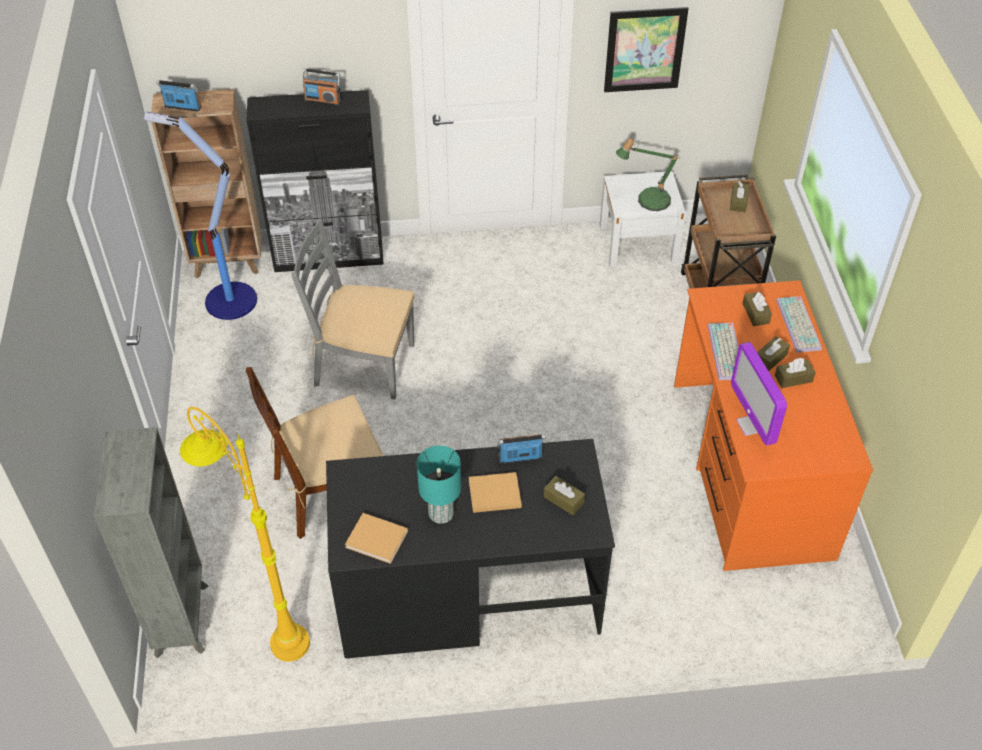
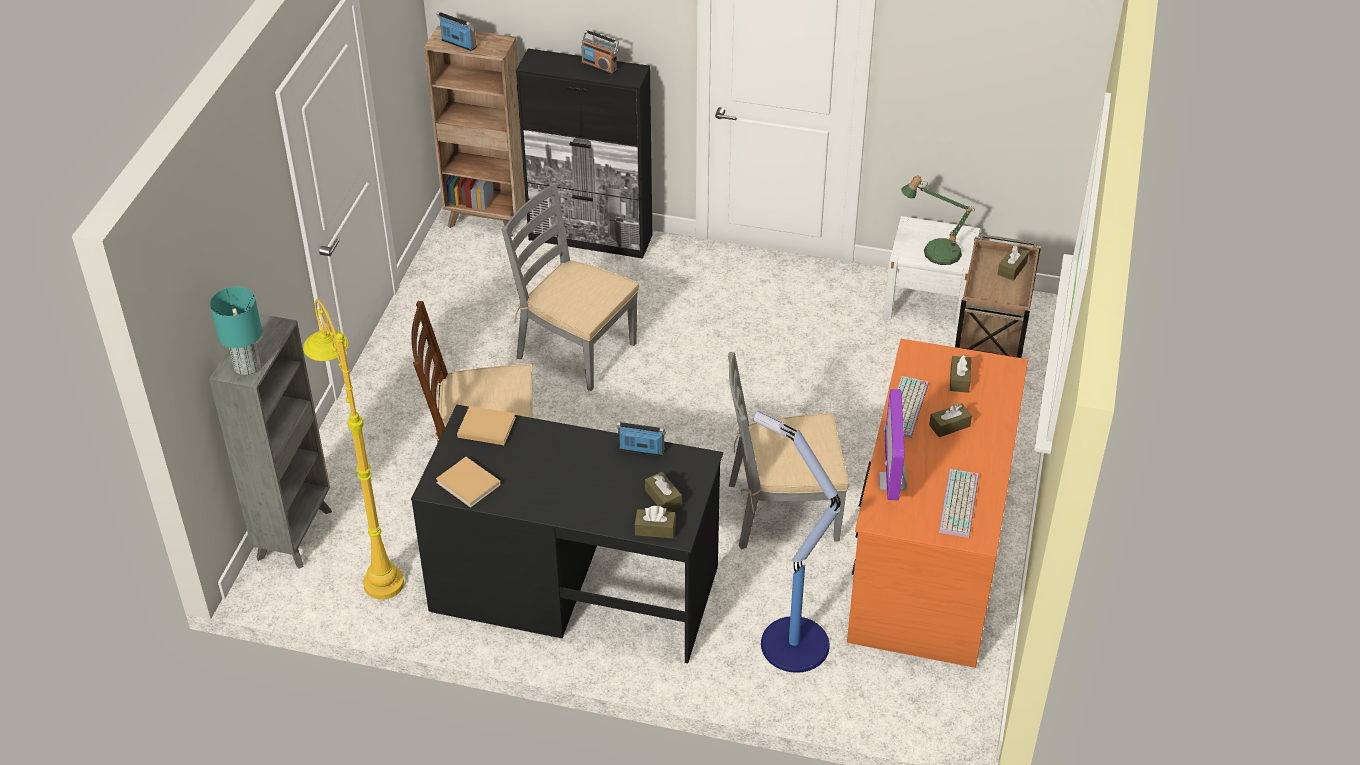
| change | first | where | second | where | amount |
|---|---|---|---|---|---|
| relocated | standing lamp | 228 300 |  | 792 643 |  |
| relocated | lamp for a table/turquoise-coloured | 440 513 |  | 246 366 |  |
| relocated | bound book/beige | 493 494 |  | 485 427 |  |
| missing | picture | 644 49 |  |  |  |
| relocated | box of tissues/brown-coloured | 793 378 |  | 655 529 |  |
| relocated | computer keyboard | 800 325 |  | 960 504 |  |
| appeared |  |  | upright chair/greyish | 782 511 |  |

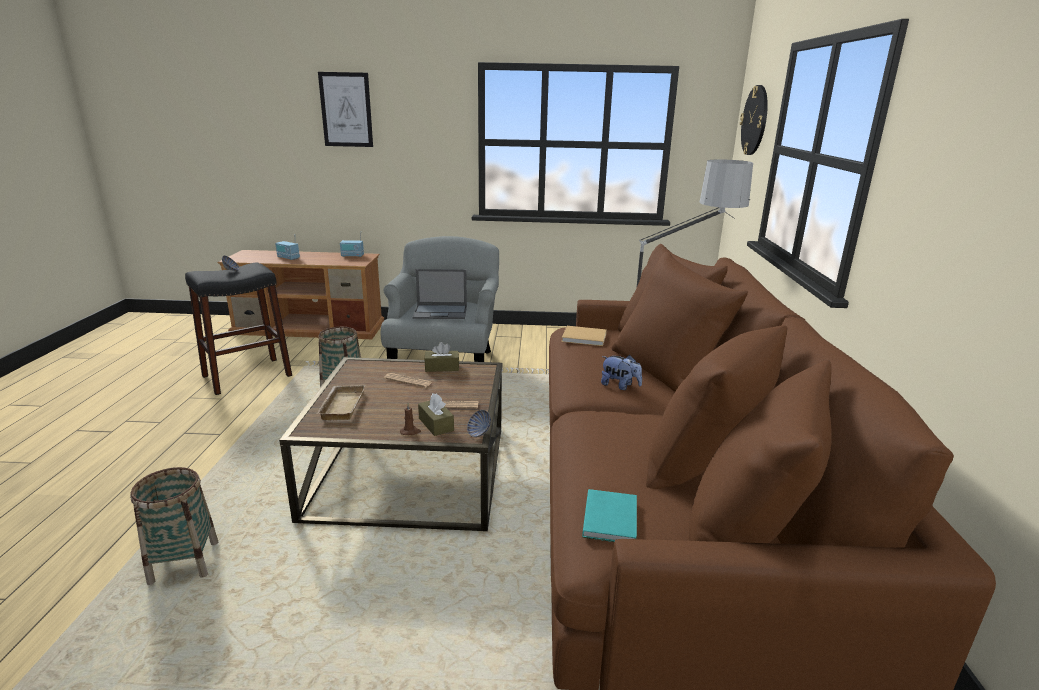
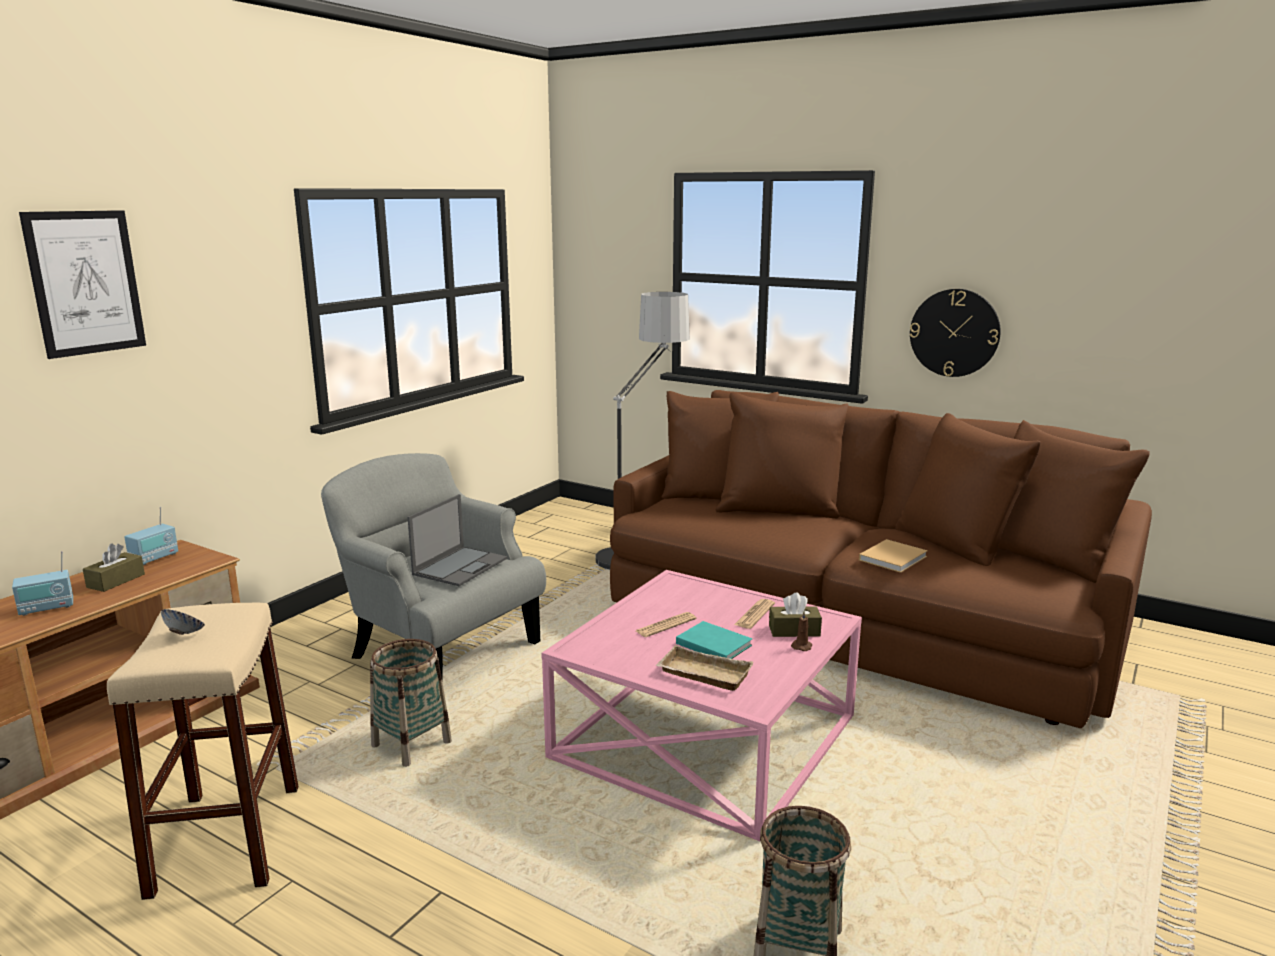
| change | first | where | second | where | amount |
|---|---|---|---|---|---|
| colour | stool/black | 247 375 | stool/beige | 227 838 |  |
| colour | coffee table/brown-coloured | 411 472 | coffee table/pinkish | 706 736 |  |
| relocated | box of tissues/brown-coloured | 442 367 |  | 116 581 |  |
| missing | deep dish | 479 433 |  |  |  |
| relocated | bound book/beige | 585 338 |  | 894 558 |  |
| relocated | bound book/turquoise-coloured | 611 517 |  | 713 643 |  |
| missing | plush toy | 620 386 |  |  |  |
| relocated | hanging clock | 755 120 |  | 954 333 |  |

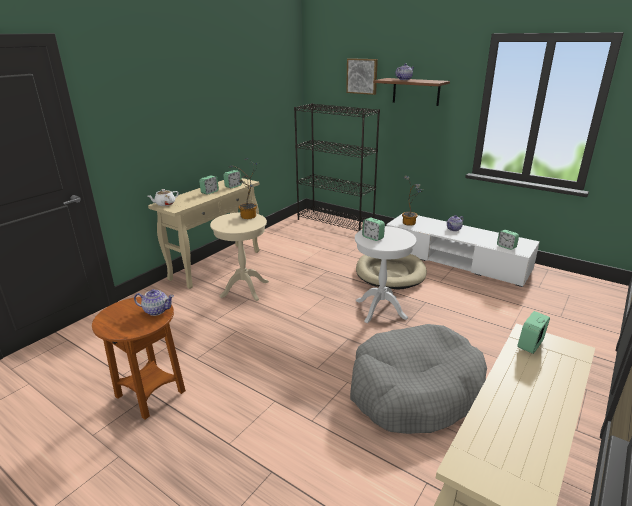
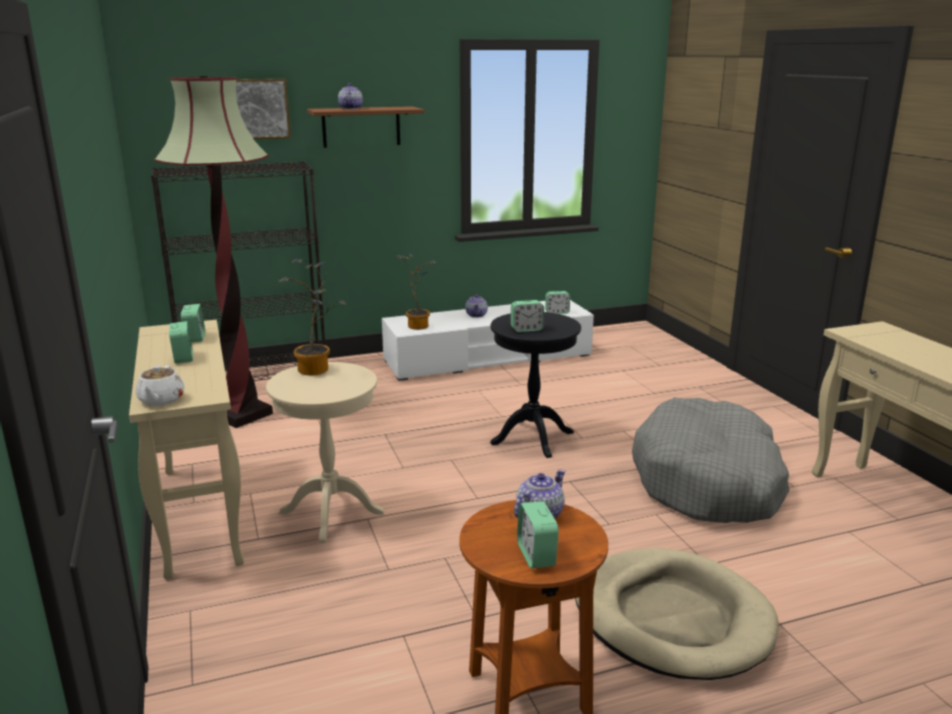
| change | first | where | second | where | amount |
|---|---|---|---|---|---|
| colour | side table/white-coloured | 380 309 | side table/black | 532 438 |  |
| relocated | pet bed/beige | 390 273 |  | 672 618 |  |
| relocated | table clock | 530 345 |  | 536 555 |  |
| appeared |  |  | standing lamp | 242 414 |  |

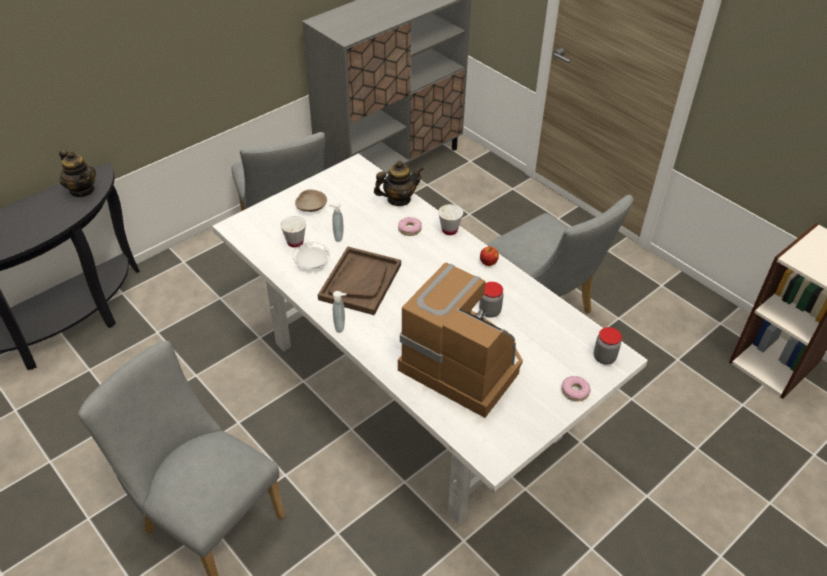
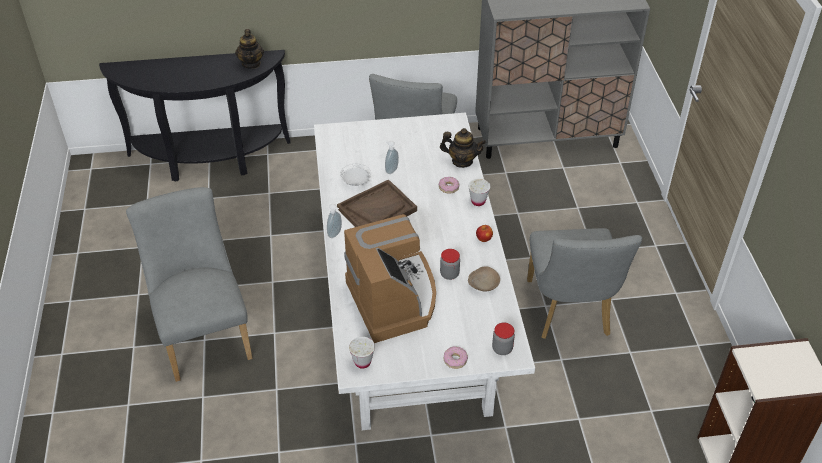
| change | first | where | second | where | amount |
|---|---|---|---|---|---|
| relocated | small cup/white-coloured | 295 242 |  | 362 362 |  |
| relocated | deep dish/beige | 311 206 |  | 483 284 |  |

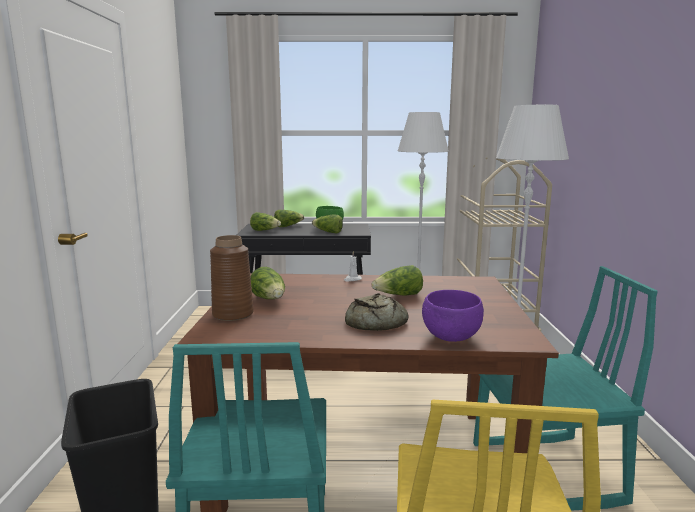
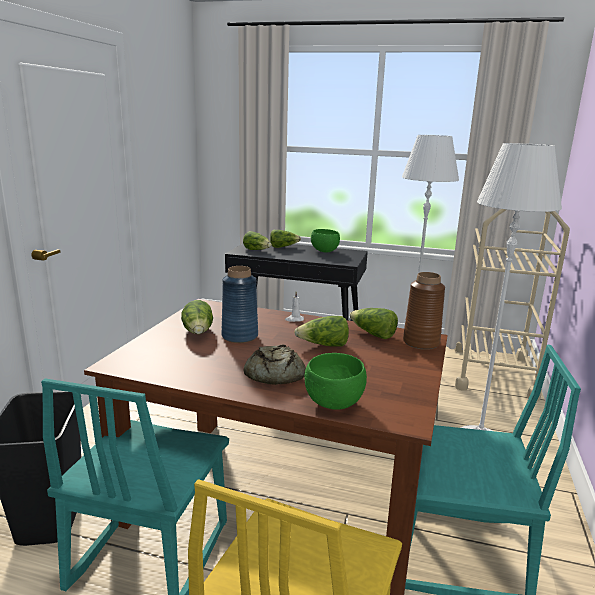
| change | first | where | second | where | amount |
|---|---|---|---|---|---|
| relocated | decorative vase/brown-coloured | 233 314 |  | 421 342 |  |
| relocated | lettuce head | 328 232 |  | 373 334 |  |
| colour | deep dish/purple | 450 337 | deep dish/green-coloured | 333 403 |  |
| appeared |  |  | decorative vase/blue | 240 336 |  |

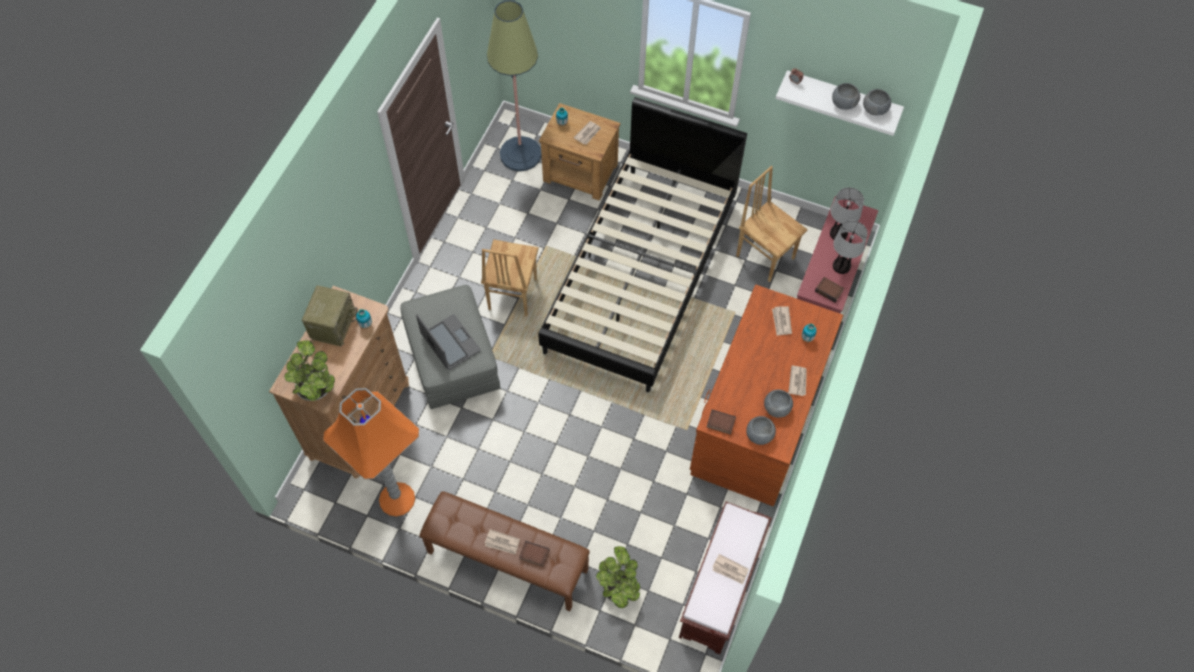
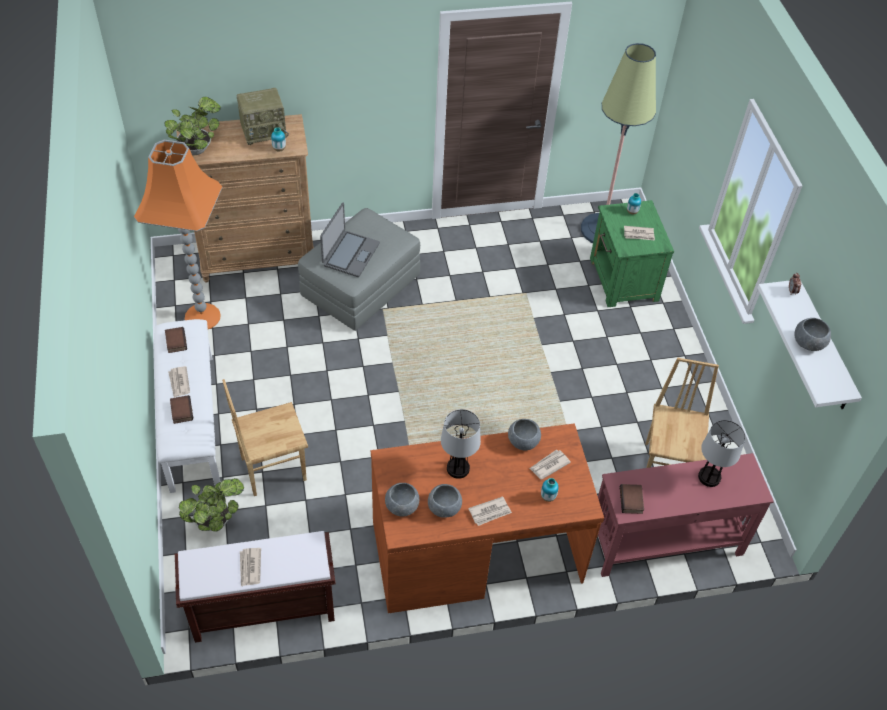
| change | first | where | second | where | amount |
|---|---|---|---|---|---|
| colour | long seat/brown-coloured | 507 561 | long seat/white-coloured | 191 421 |  |
| relocated | upright chair/brown-coloured | 511 294 |  | 272 468 |  |
| missing | bed/black | 640 275 |  |  |  |
| colour | nightstand/brown-coloured | 581 173 | nightstand/green-coloured | 623 280 |  |
| relocated | bound book | 720 423 |  | 175 341 |  |
| relocated | lamp for a table | 841 266 |  | 458 468 |  |
| relocated | deep dish/greyish | 875 109 |  | 523 441 |  |

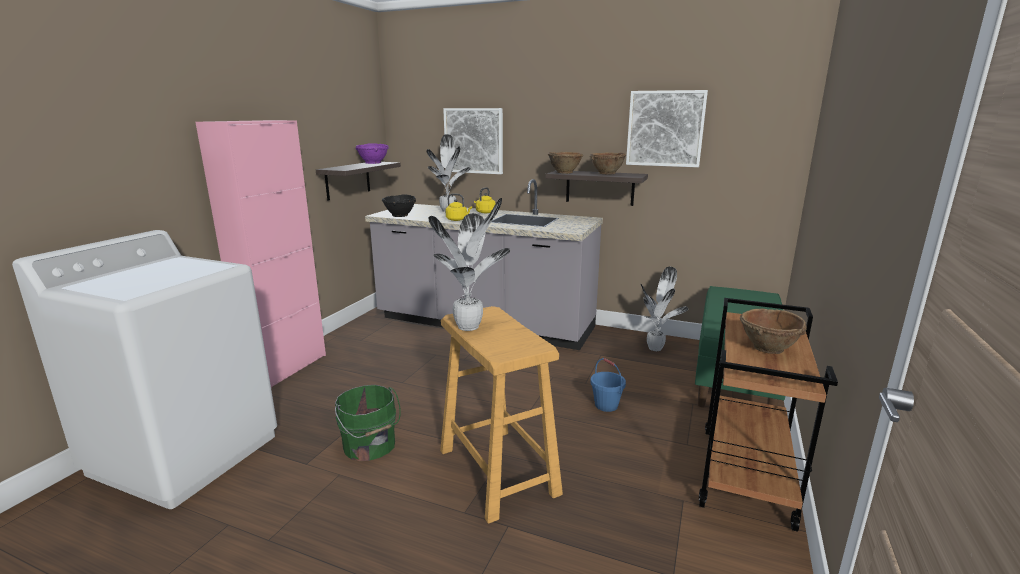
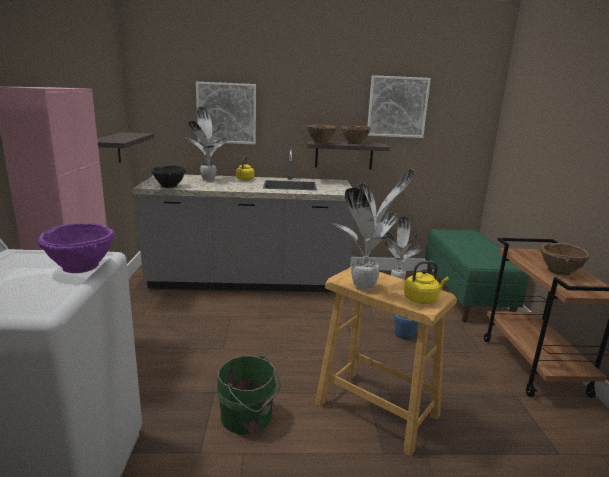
| change | first | where | second | where | amount |
|---|---|---|---|---|---|
| relocated | deep dish/purple | 373 163 |  | 82 267 |  |
| relocated | kettle/yellow | 457 220 |  | 422 299 |  |

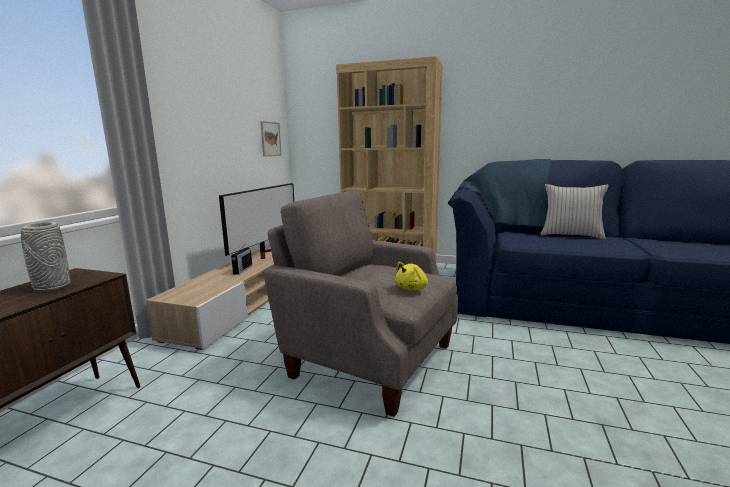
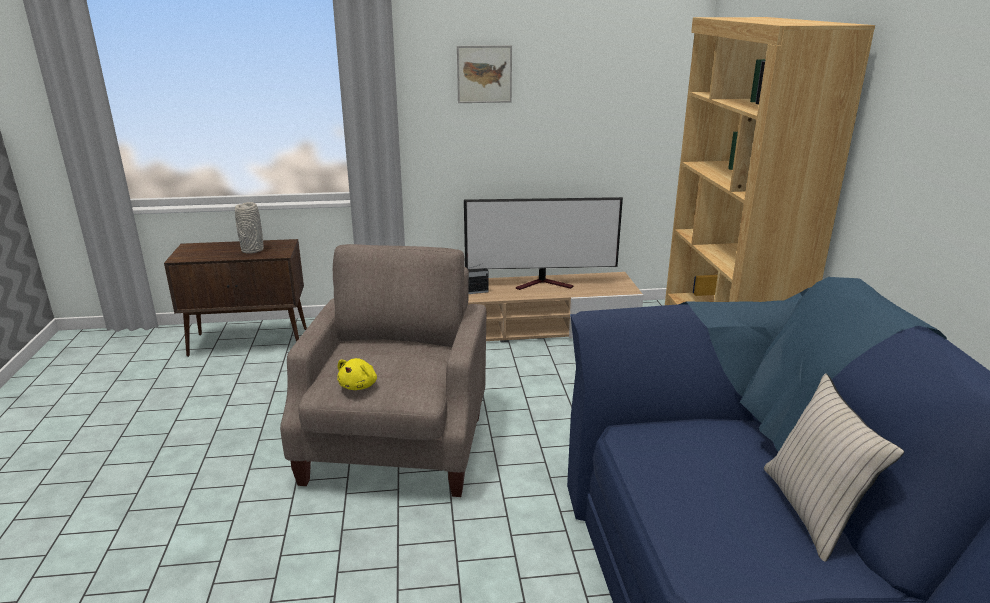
| change | first | where | second | where | amount |
|---|---|---|---|---|---|
| relocated | picture | 270 139 |  | 484 74 |  |
| spun | plush toy/yellow | 412 288 |  | 359 385 | 90 degrees counterclockwise |

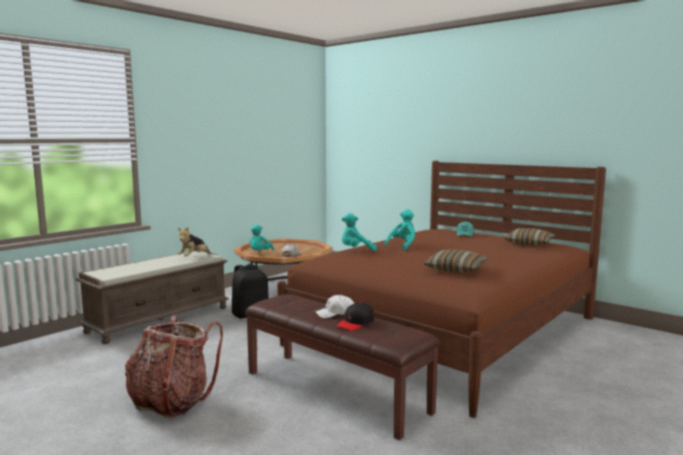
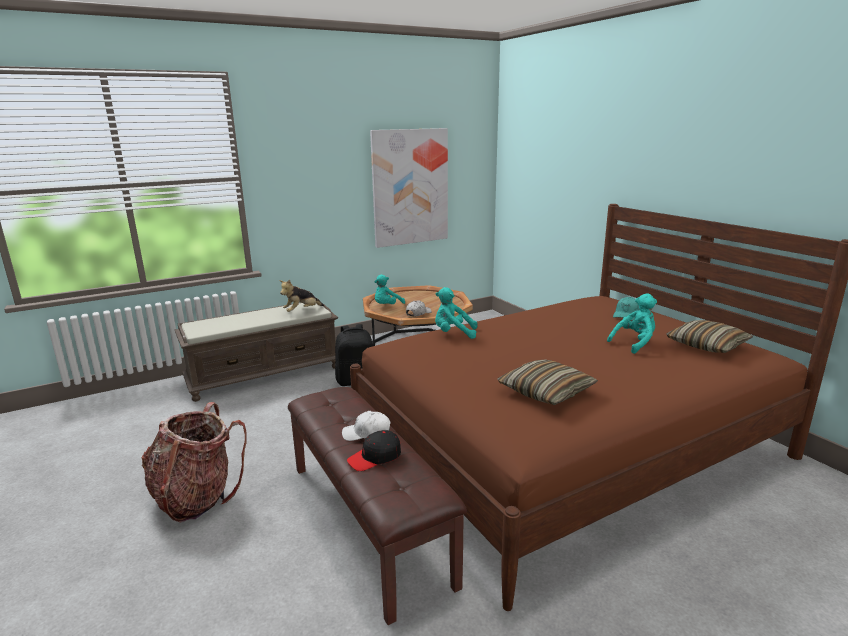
| change | first | where | second | where | amount |
|---|---|---|---|---|---|
| relocated | plush toy/turquoise-coloured | 402 246 |  | 634 343 |  |
| appeared |  |  | picture | 410 187 |  |

